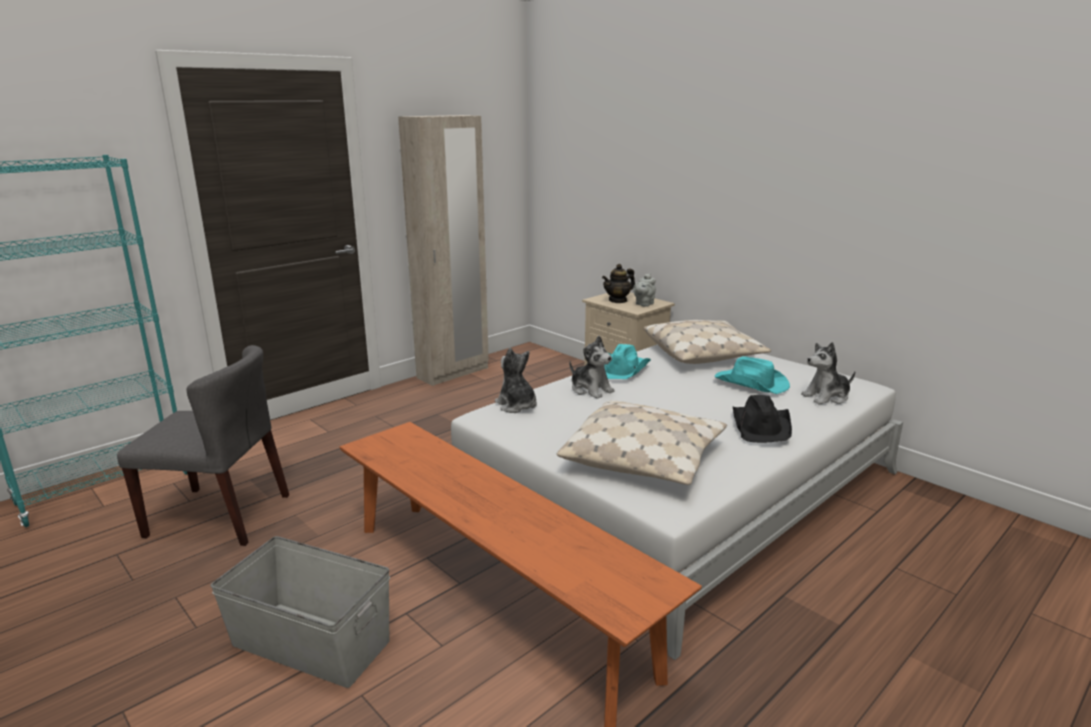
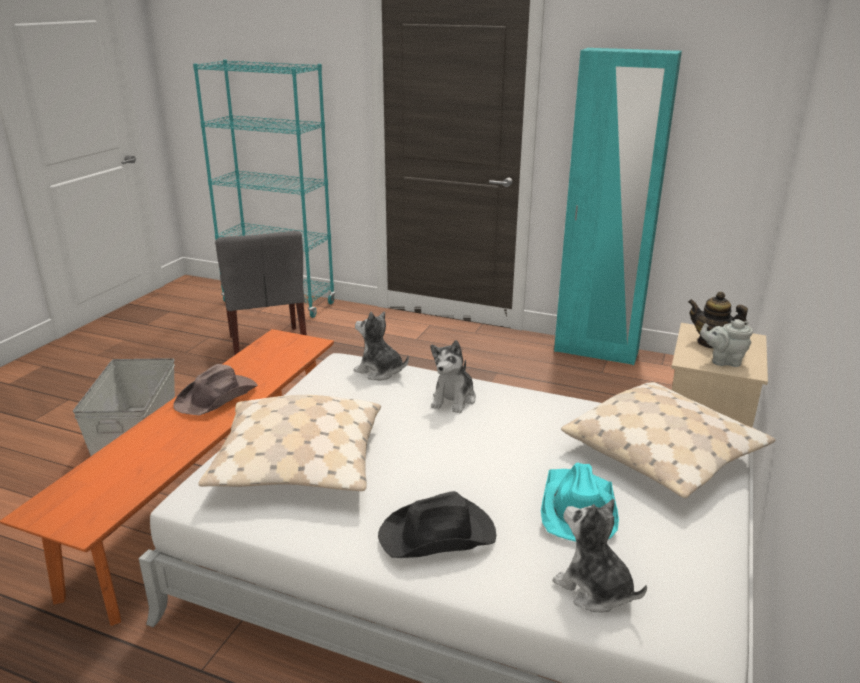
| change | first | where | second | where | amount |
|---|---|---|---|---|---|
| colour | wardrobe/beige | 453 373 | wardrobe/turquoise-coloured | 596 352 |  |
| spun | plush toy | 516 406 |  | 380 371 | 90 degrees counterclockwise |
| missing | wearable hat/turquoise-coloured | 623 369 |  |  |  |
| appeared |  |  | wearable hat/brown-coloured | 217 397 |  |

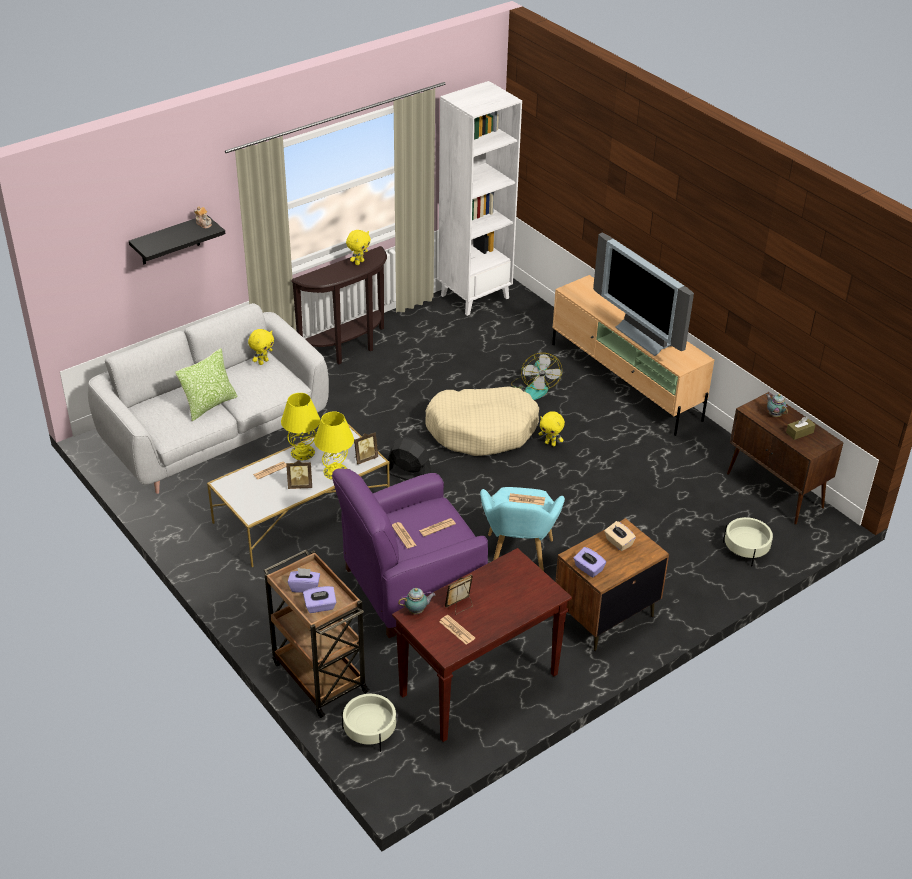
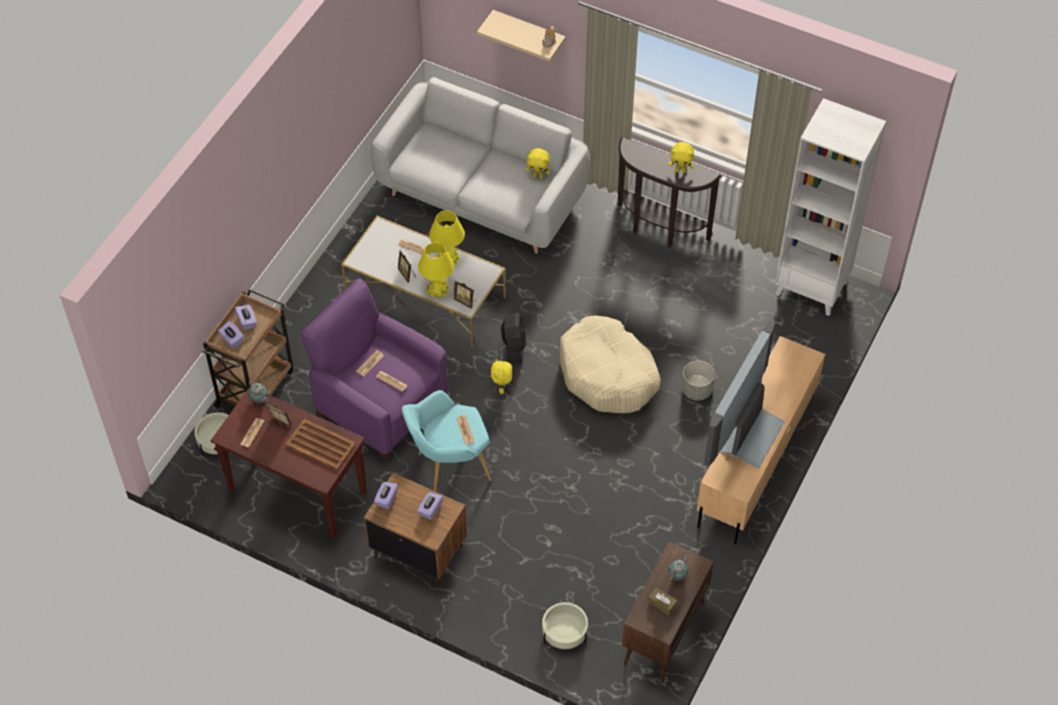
| change | first | where | second | where | amount |
|---|---|---|---|---|---|
| colour | shelf/black | 169 240 | shelf/beige | 529 33 |  |
| missing | pillow | 209 405 |  |  |  |
| exchanged | cooling fan | 534 388 | planter/greyish | 696 390 |  |
| relocated | plush toy/yellow | 550 443 |  | 502 387 |  |
| colour | box of tissues/beige | 618 543 | box of tissues/purple | 430 510 |  |
| appeared |  |  | carrying tray/brown-coloured | 321 445 |  |

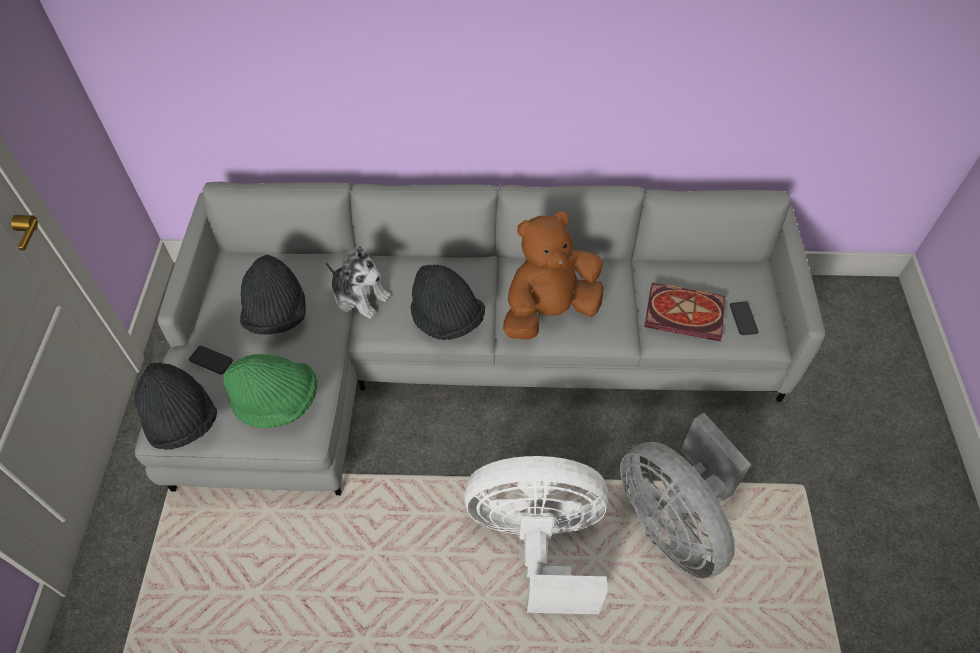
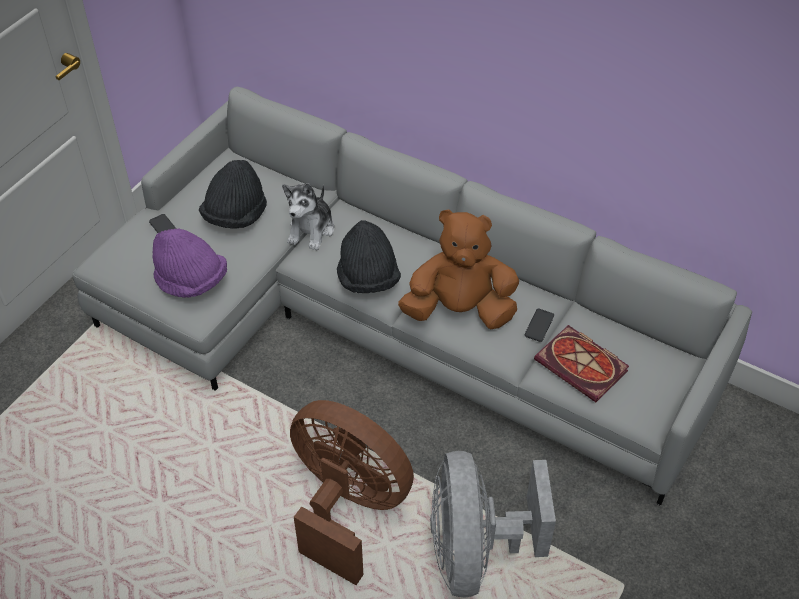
| change | first | where | second | where | amount |
|---|---|---|---|---|---|
| missing | wearable hat/black | 182 421 |  |  |  |
| colour | wearable hat/green-coloured | 278 402 | wearable hat/purple | 191 281 |  |
| spun | plush toy | 360 296 |  | 311 230 | 45 degrees clockwise |
| colour | cooling fan/white-coloured | 538 542 | cooling fan/brown-coloured | 347 506 |  |
| relocated | phone | 743 318 |  | 539 325 |  |

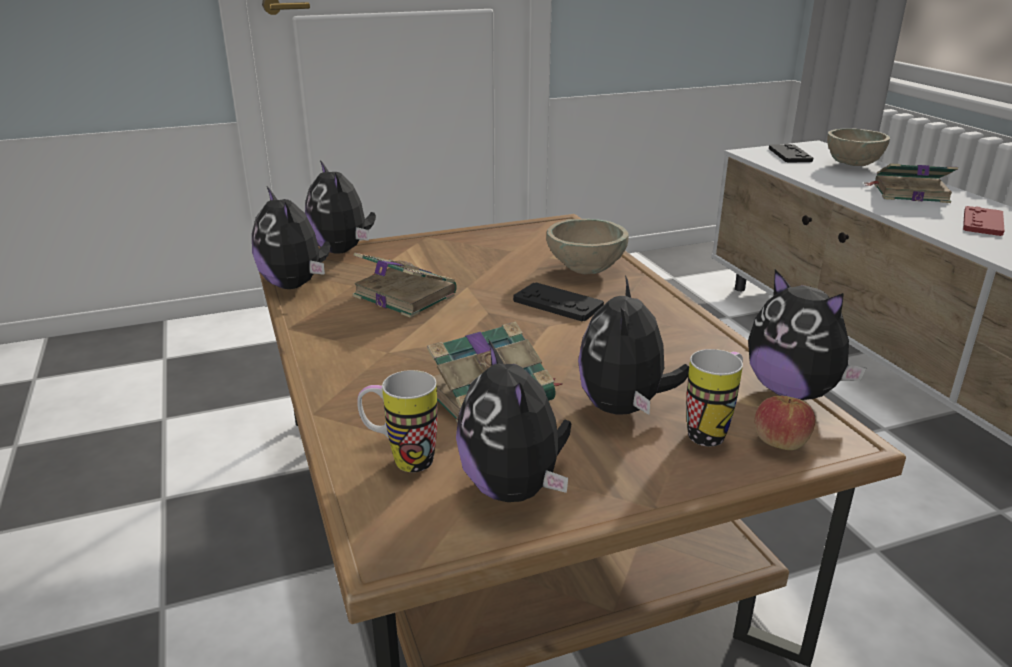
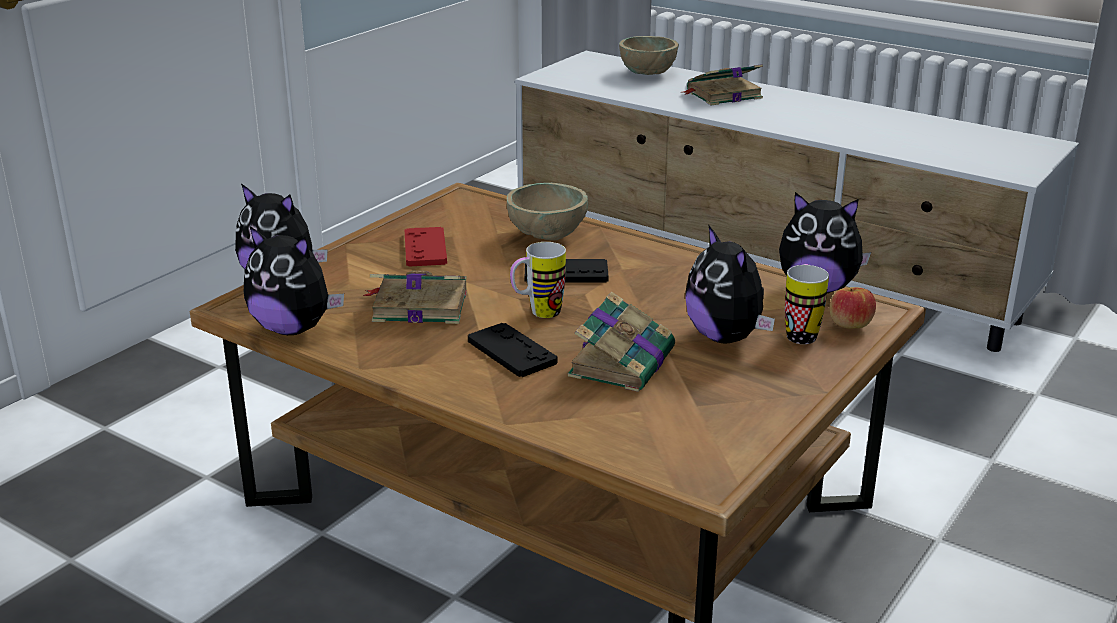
| change | first | where | second | where | amount |
|---|---|---|---|---|---|
| relocated | coffee mug | 401 460 |  | 537 314 |  |
| missing | plush toy | 514 488 |  |  |  |
| relocated | game controller/black | 790 155 |  | 511 352 |  |
| relocated | game controller/reddish | 982 222 |  | 425 248 |  |

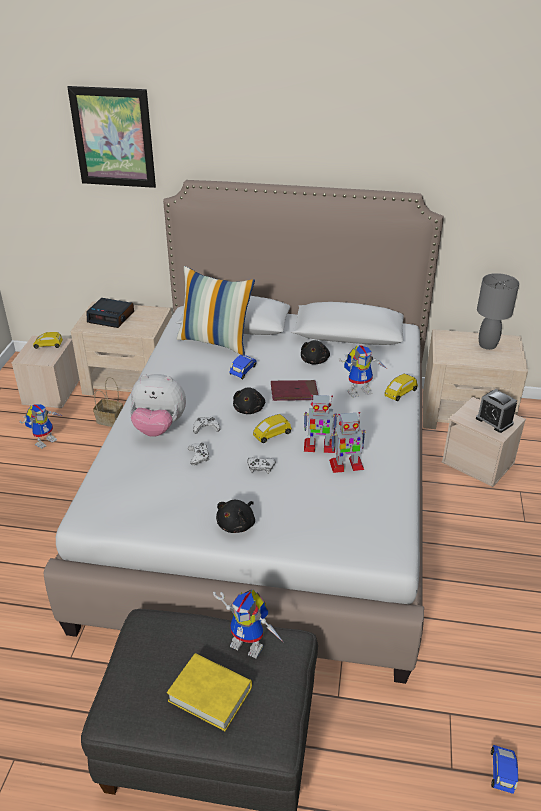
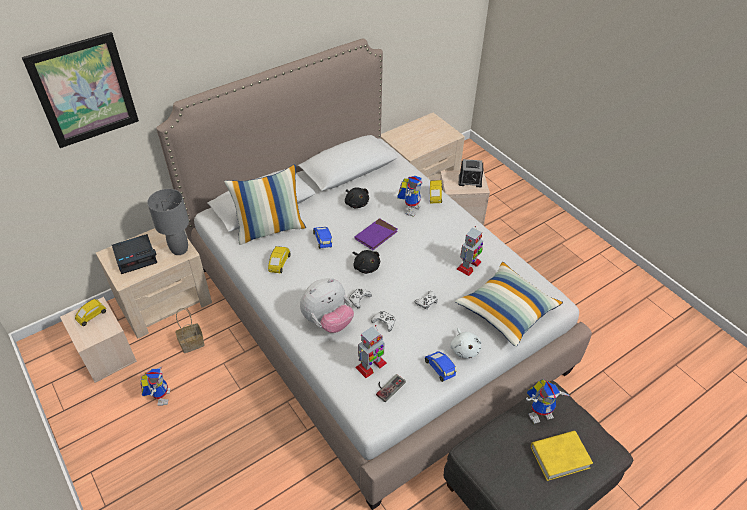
| change | first | where | second | where | amount |
|---|---|---|---|---|---|
| colour | plush toy/black | 237 524 | plush toy/white-coloured | 464 349 |  |
| relocated | miniature car/yellow | 271 435 |  | 279 264 |  |
| colour | bound book/reddish | 294 392 | bound book/purple | 376 235 |  |
| relocated | robot figure | 319 446 |  | 371 365 |  |
| relocated | lamp for a table/greyish | 488 345 |  | 180 249 |  |
| relocated | miniature car/blue | 502 773 |  | 440 369 |  |
| appeared |  |  | game controller | 388 386 |  |
| appeared |  |  | pillow | 506 311 |  |

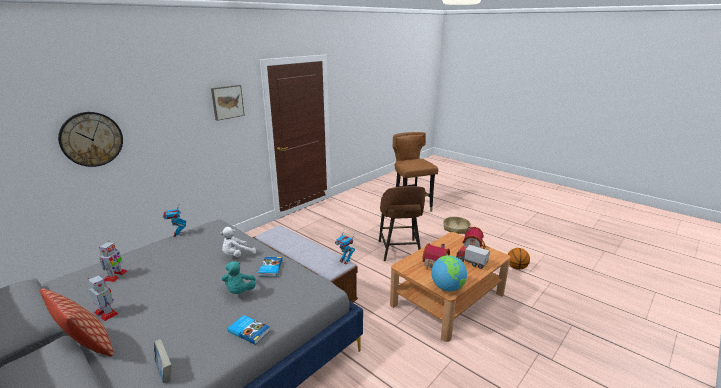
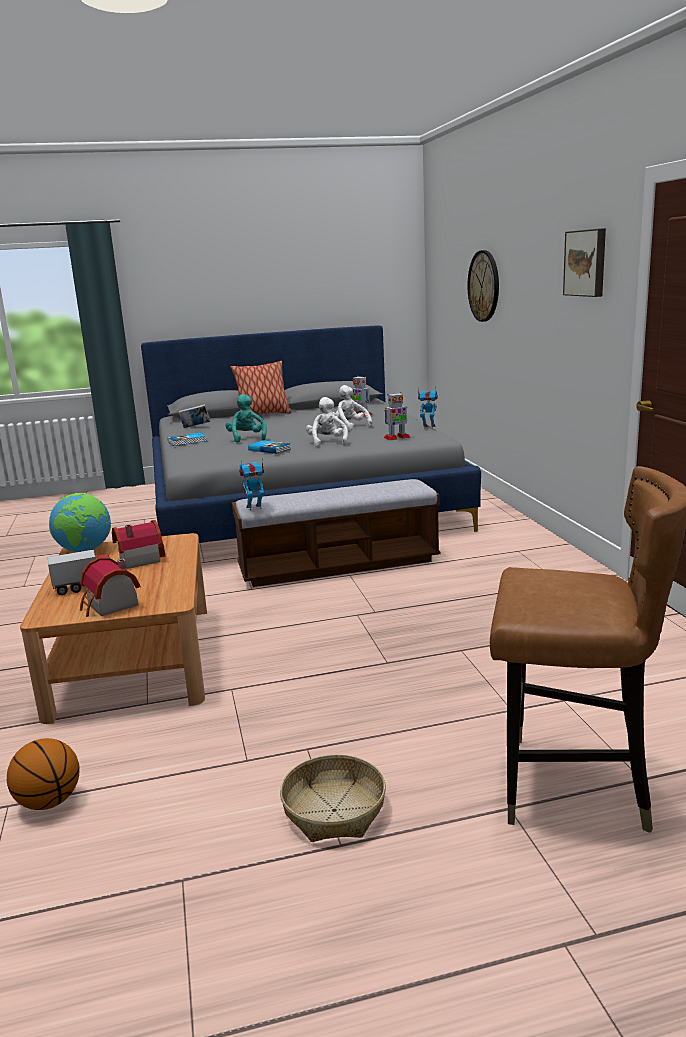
| change | first | where | second | where | amount |
|---|---|---|---|---|---|
| relocated | robot figure | 106 313 |  | 396 438 |  |
| spun | plush toy/turquoise-coloured | 240 292 |  | 247 438 | 45 degrees clockwise |
| missing | stool/brown-coloured | 399 251 |  |  |  |
| appeared |  |  | plush toy/white-coloured | 349 427 |  |

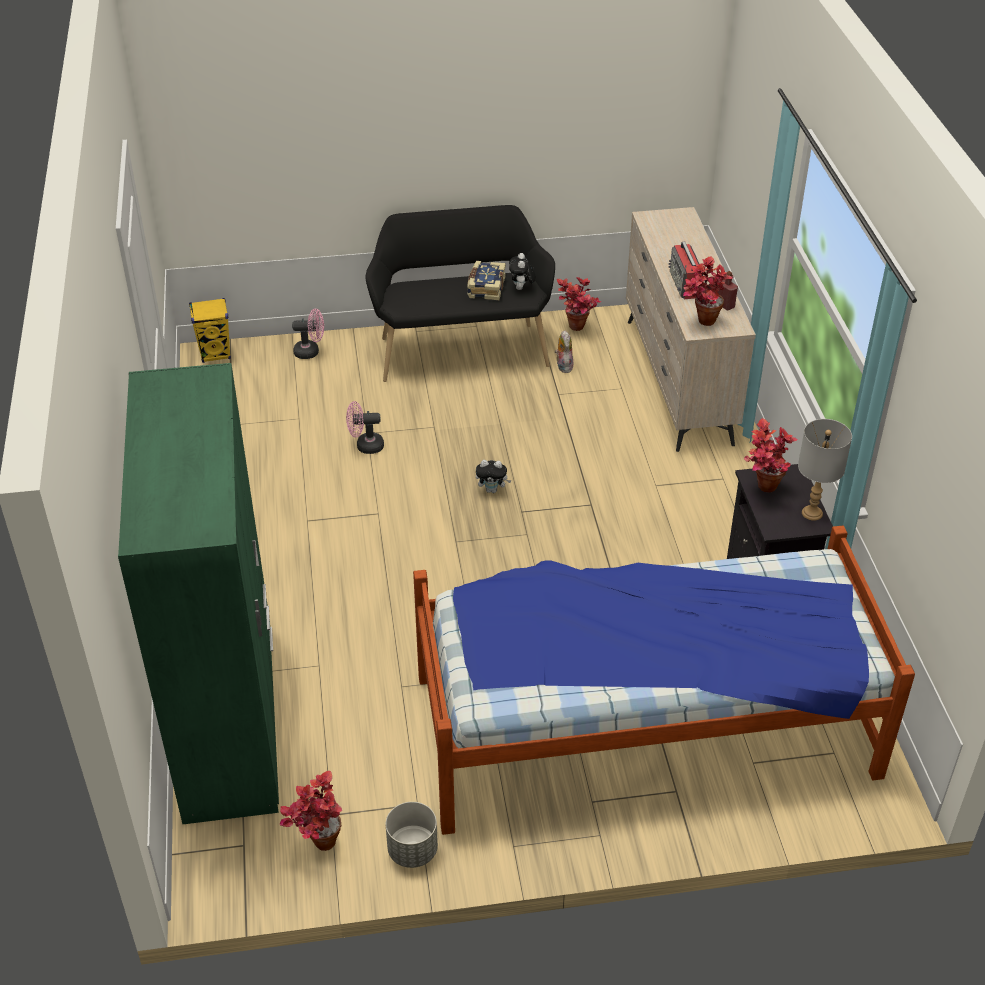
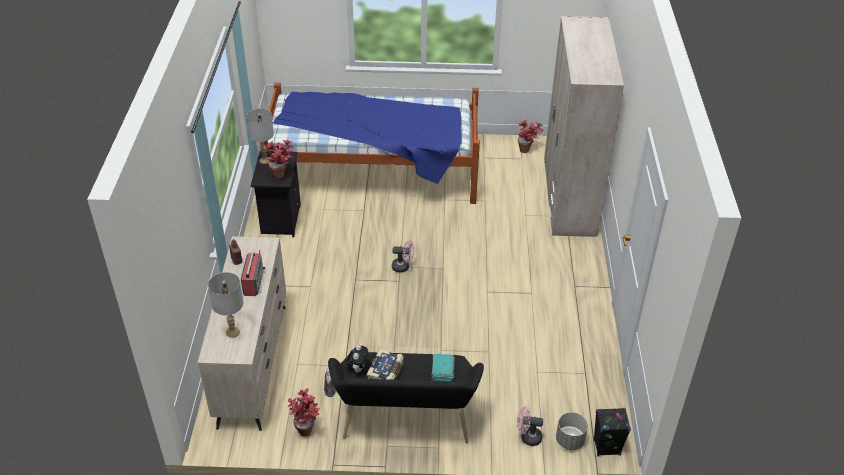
| change | first | where | second | where | amount |
|---|---|---|---|---|---|
| colour | wardrobe/green-coloured | 230 719 | wardrobe/beige | 569 198 |  |
| colour | loudspeaker/yellow | 215 354 | loudspeaker/black | 606 447 |  |
| relocated | cooling fan/pinkish | 365 446 |  | 403 267 |  |
| relocated | planter/greyish | 413 850 |  | 569 440 |  |
| missing | plush toy | 492 490 |  |  |  |
| missing | plant in a pot | 700 322 |  |  |  |
| appeared |  |  | lamp for a table/greyish | 232 332 |  |
| appeared |  |  | bound book/turquoise-coloured | 442 372 |  |

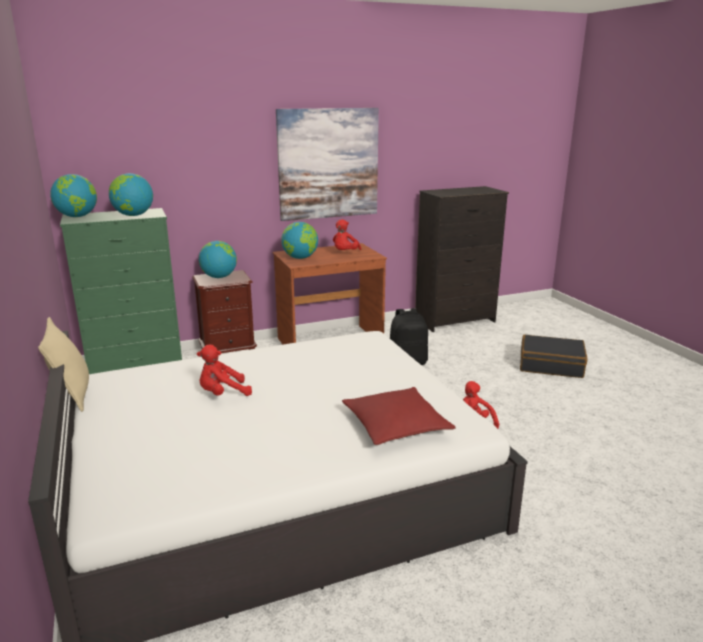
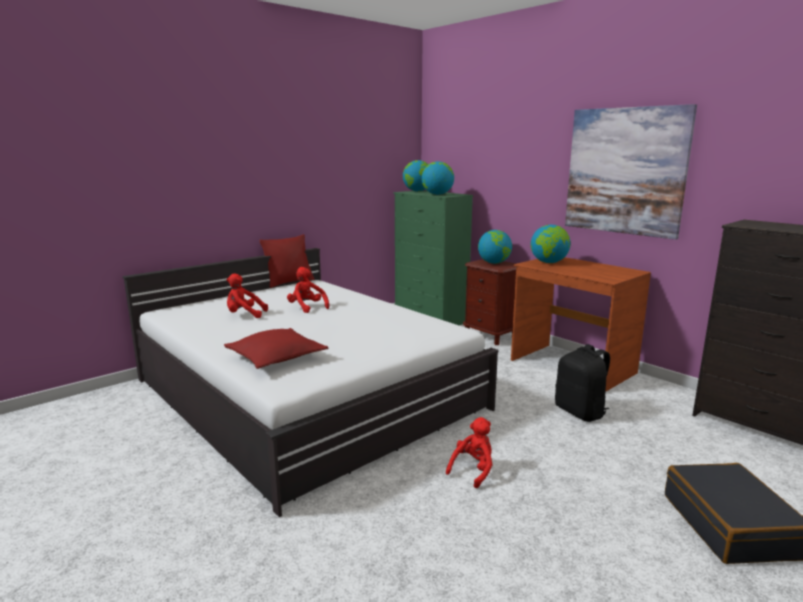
| change | first | where | second | where | amount |
|---|---|---|---|---|---|
| colour | pillow/beige | 73 395 | pillow/reddish | 289 282 |  |
| relocated | plush toy/reddish | 345 253 |  | 244 315 |  |

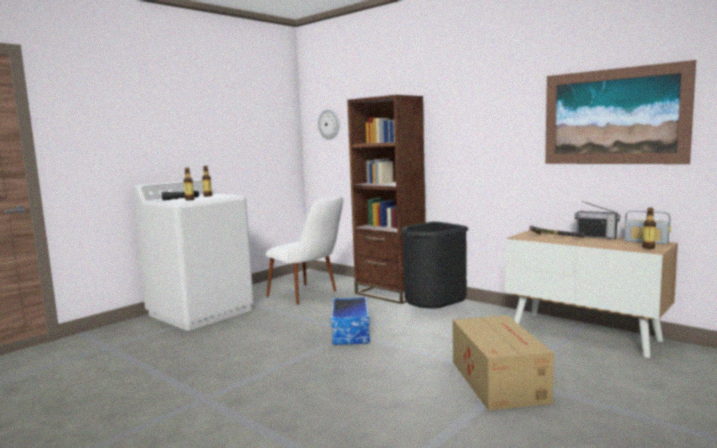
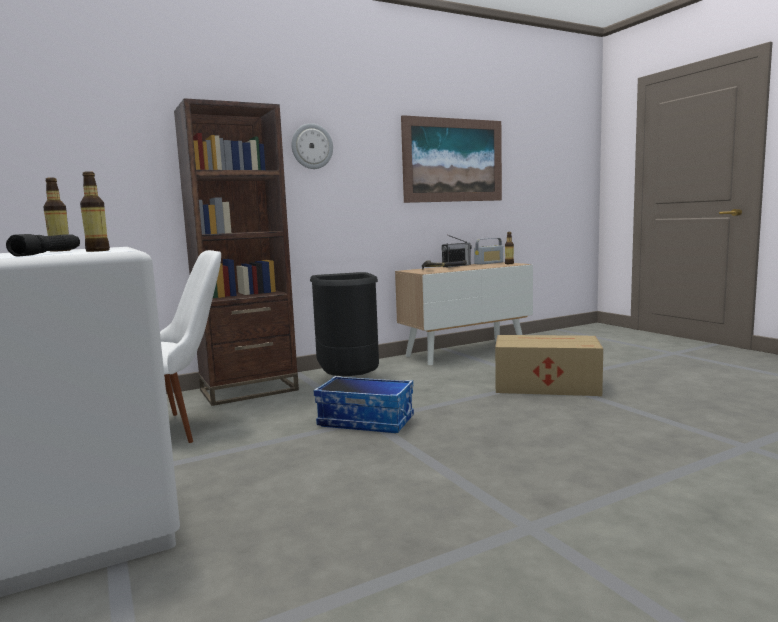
| change | first | where | second | where | amount |
|---|---|---|---|---|---|
| relocated | hanging clock | 329 124 |  | 312 146 |  |

